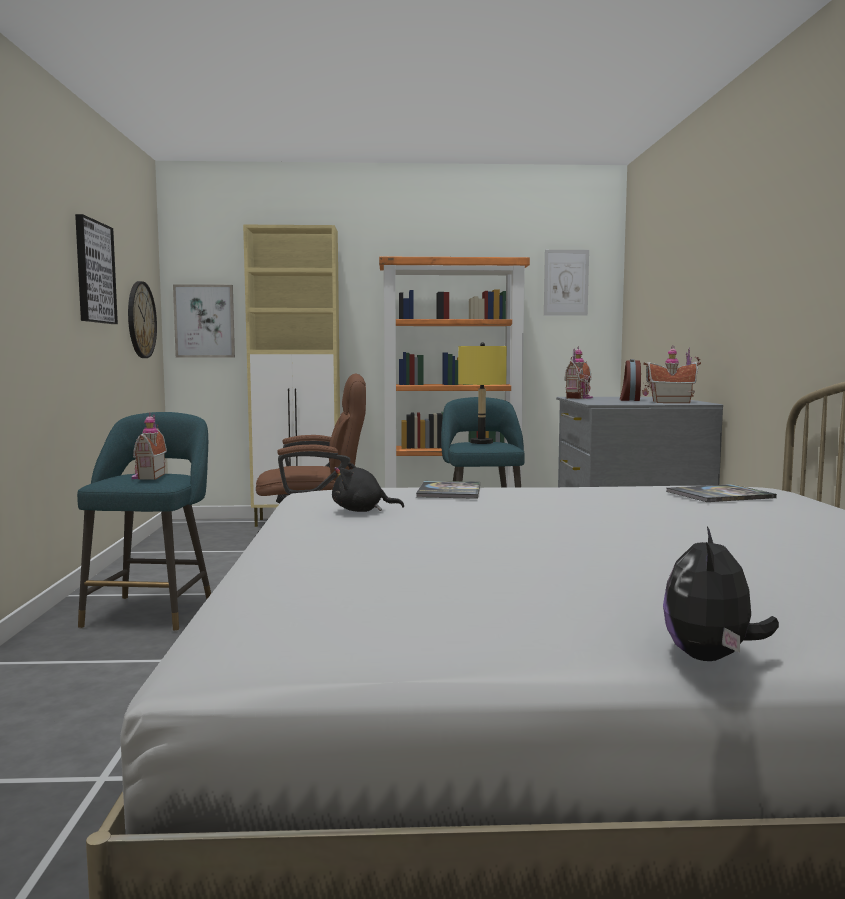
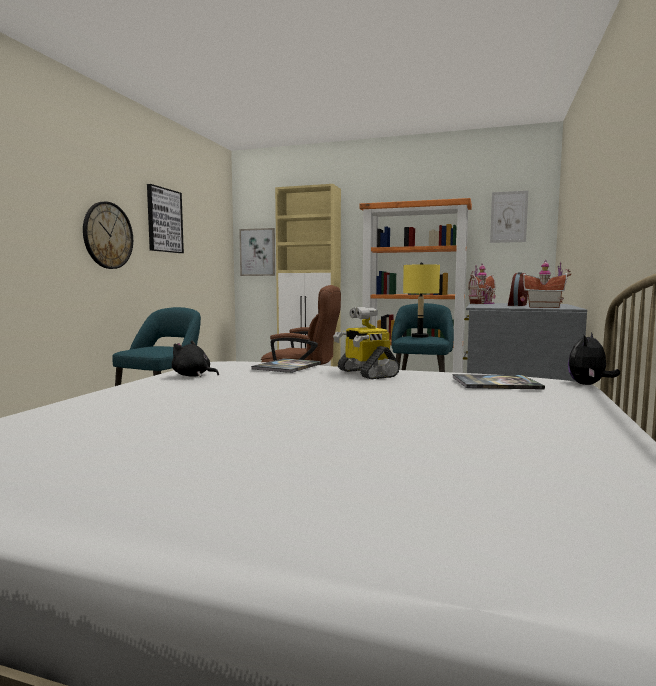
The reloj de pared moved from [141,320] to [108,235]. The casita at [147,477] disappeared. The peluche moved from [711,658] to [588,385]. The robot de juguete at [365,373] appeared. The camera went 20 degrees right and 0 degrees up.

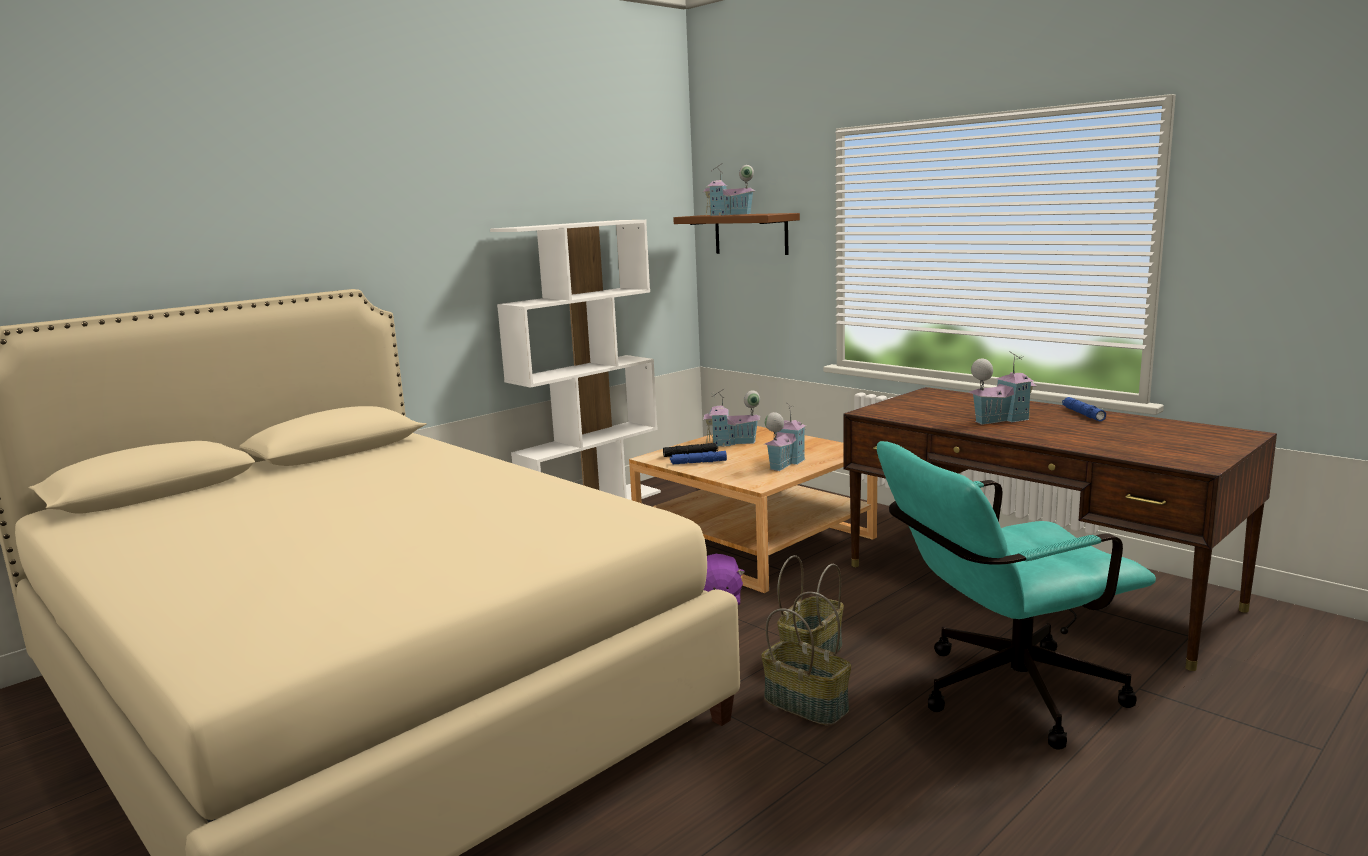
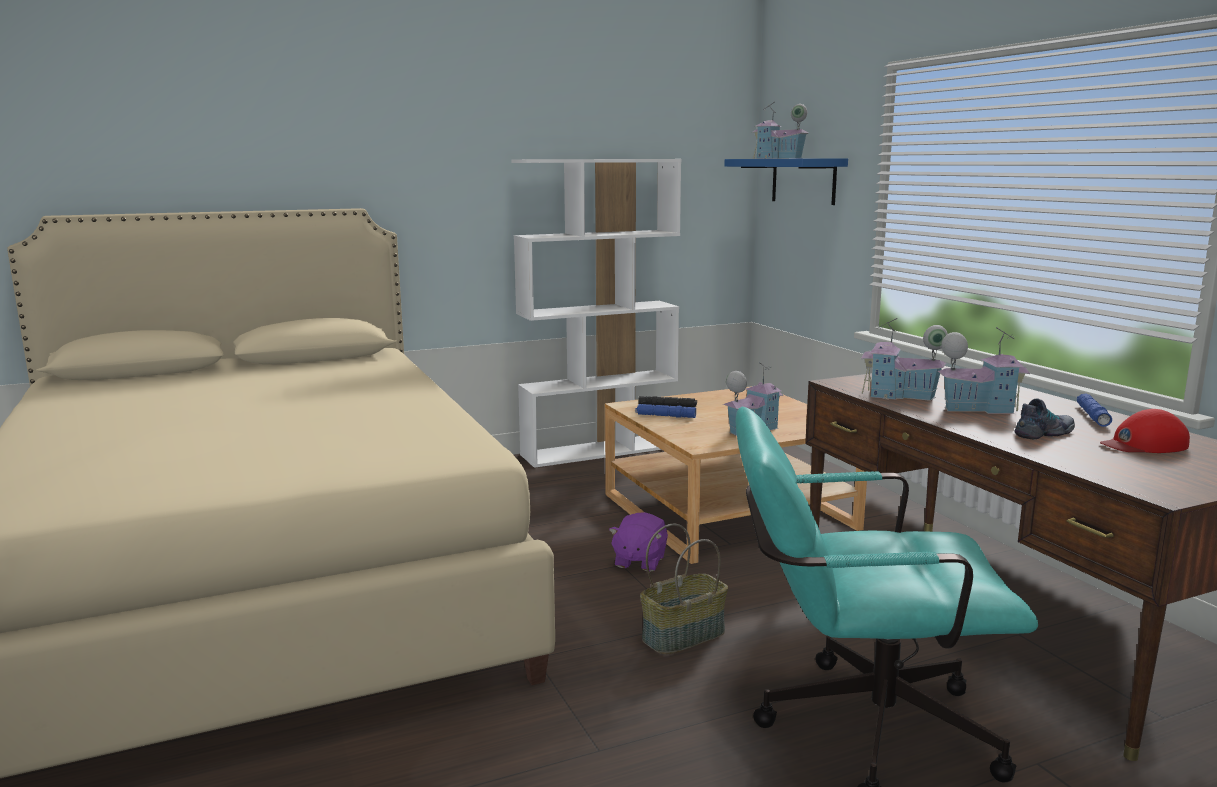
The estante (marrón) at [751,234] became the estante (azul) at [803,181]. The casita moved from [732,442] to [900,396]. The cesta at [807,704] disappeared. The zapato at [1045,433] appeared. The gorra (rojo) at [1143,445] appeared. The camera went 20 degrees right and 0 degrees up.

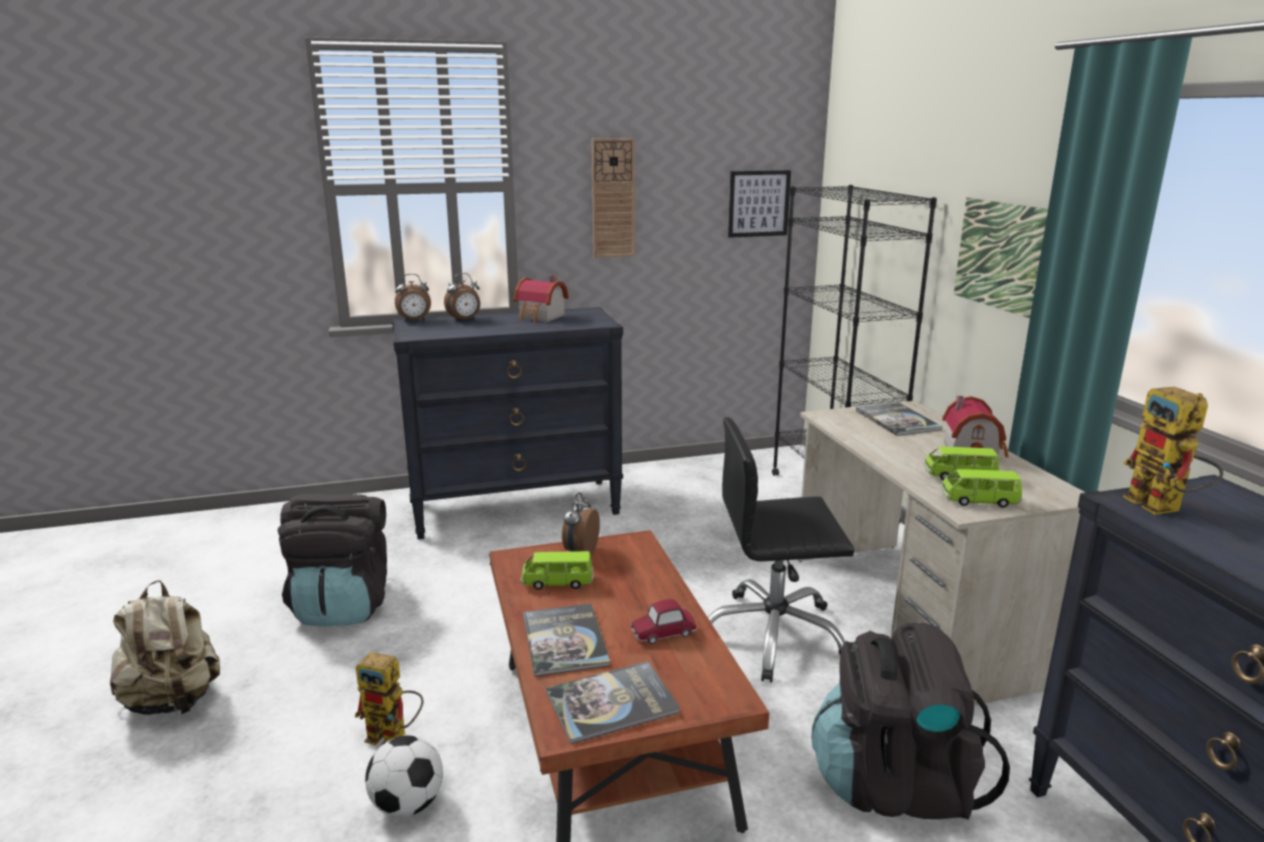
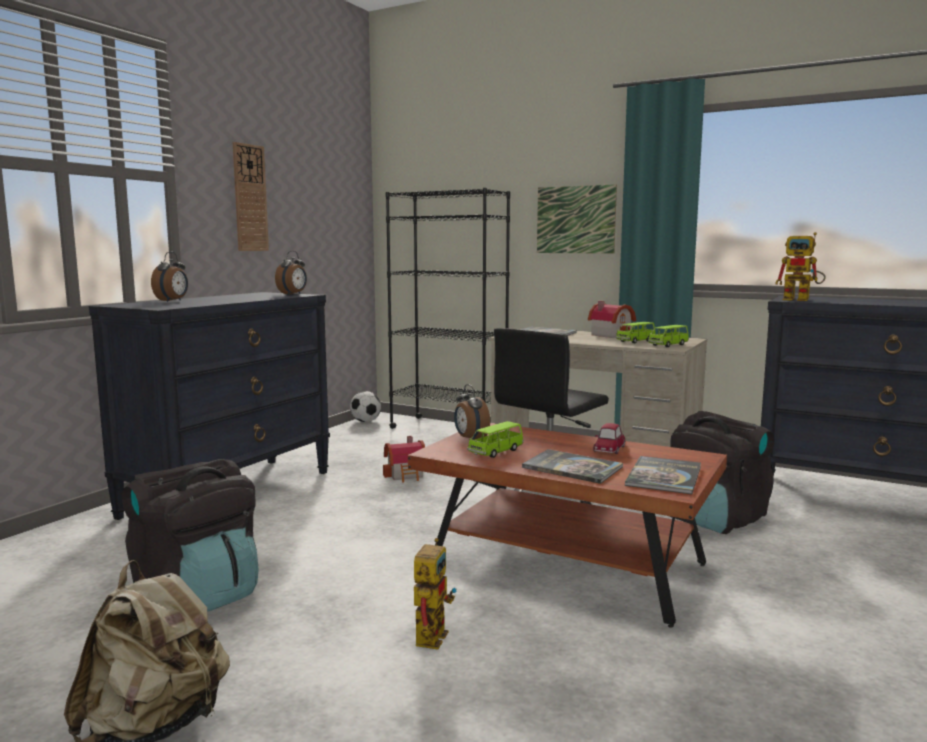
The robot de juguete at [395,736] turned 45 degrees counterclockwise. The balón de fútbol moved from [408,805] to [366,421]. The despertador moved from [414,321] to [293,294]. The casita moved from [541,317] to [407,475]. The cuadro at [758,203] disappeared. The camera went 45 degrees left and 10 degrees down.

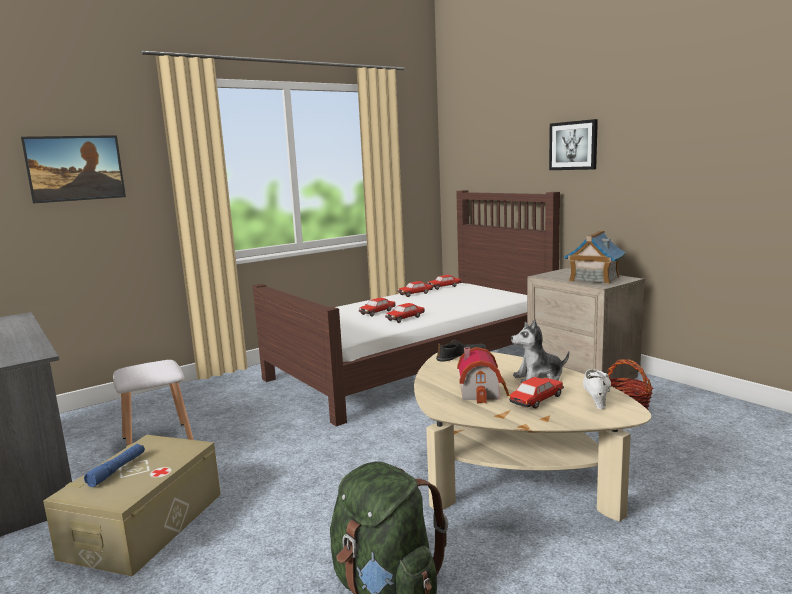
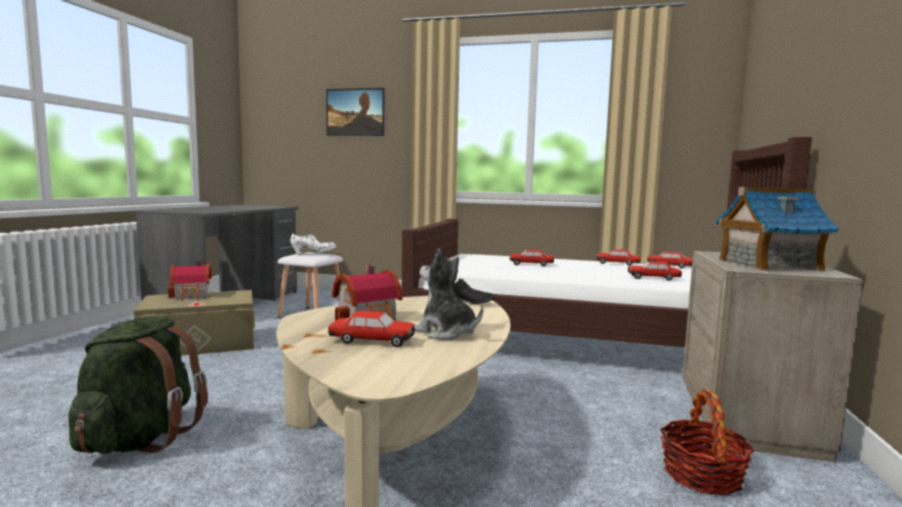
The linterna (azul) at [117,470] was replaced by the casita at [193,296]. The coche de juguete moved from [405,318] to [653,278]. The cuadro at [573,145] disappeared. The zapato (blanco) moved from [596,398] to [314,254]. The camera went 50 degrees right and 5 degrees down.

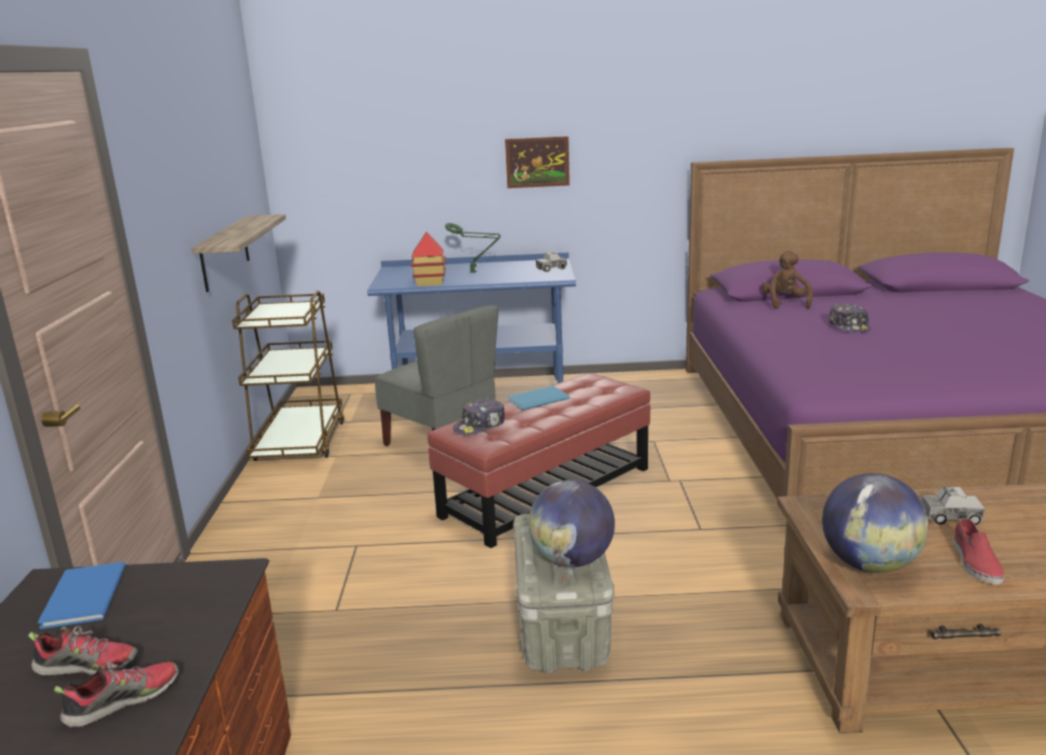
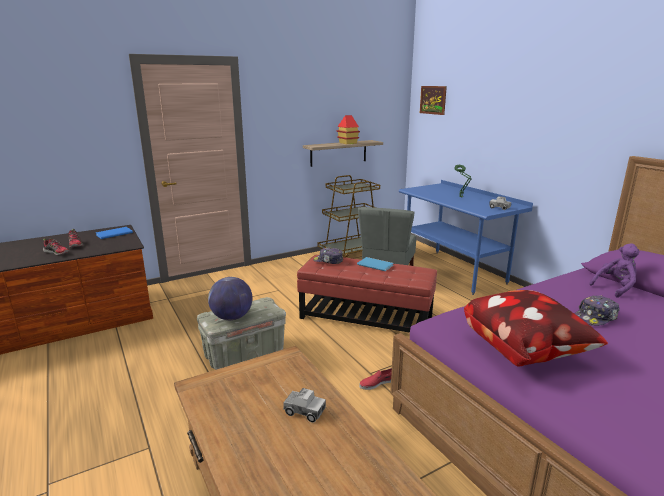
The casita moved from [430,283] to [347,143]. The cuadro moved from [537,162] to [433,100]. The peluche (marrón) at [785,303] became the peluche (morado) at [615,287]. The globo terráqueo at [869,564] disappeared. The camión de juguete at [950,517] turned 45 degrees counterclockwise. The zapato (rojo) moved from [975,562] to [377,383]. The cojín at [524,350] appeared. The camera went 60 degrees right and 0 degrees up.

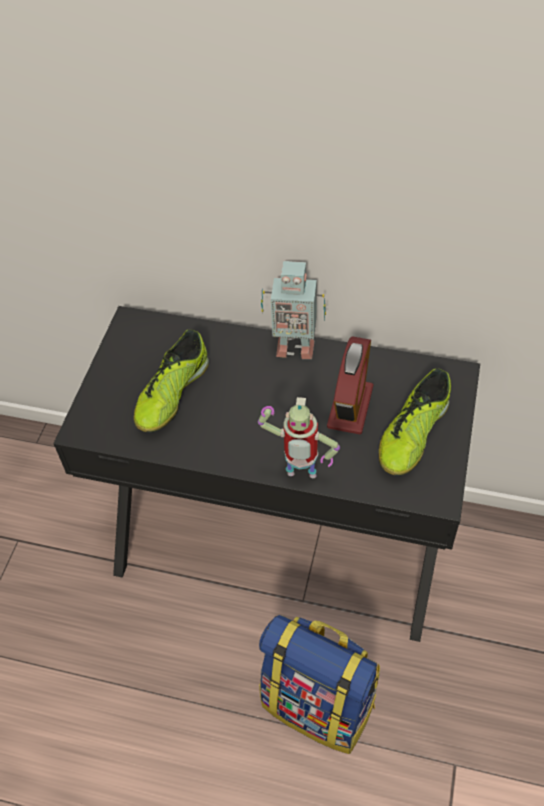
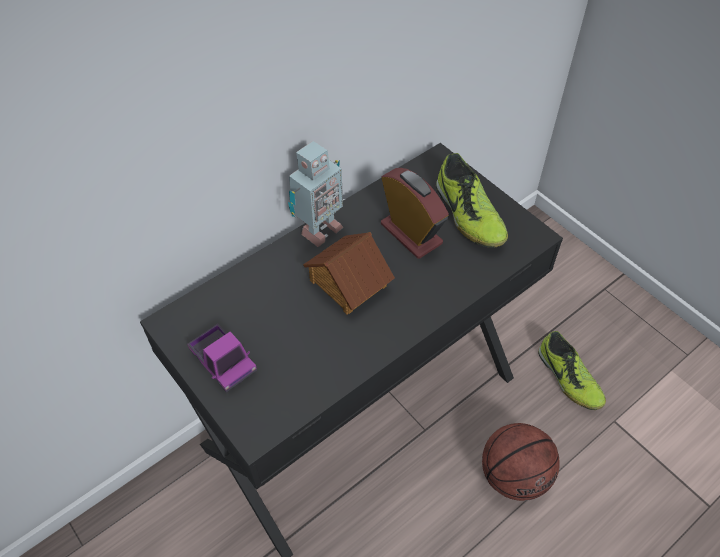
The zapato moved from [172,394] to [568,378]. The robot de juguete at [300,478] disappeared. The mochila at [319,703] was replaced by the balón de baloncesto at [514,475]. The camión de juguete at [223,362] appeared. The casita at [347,283] appeared. The camera went 55 degrees left and 0 degrees up.

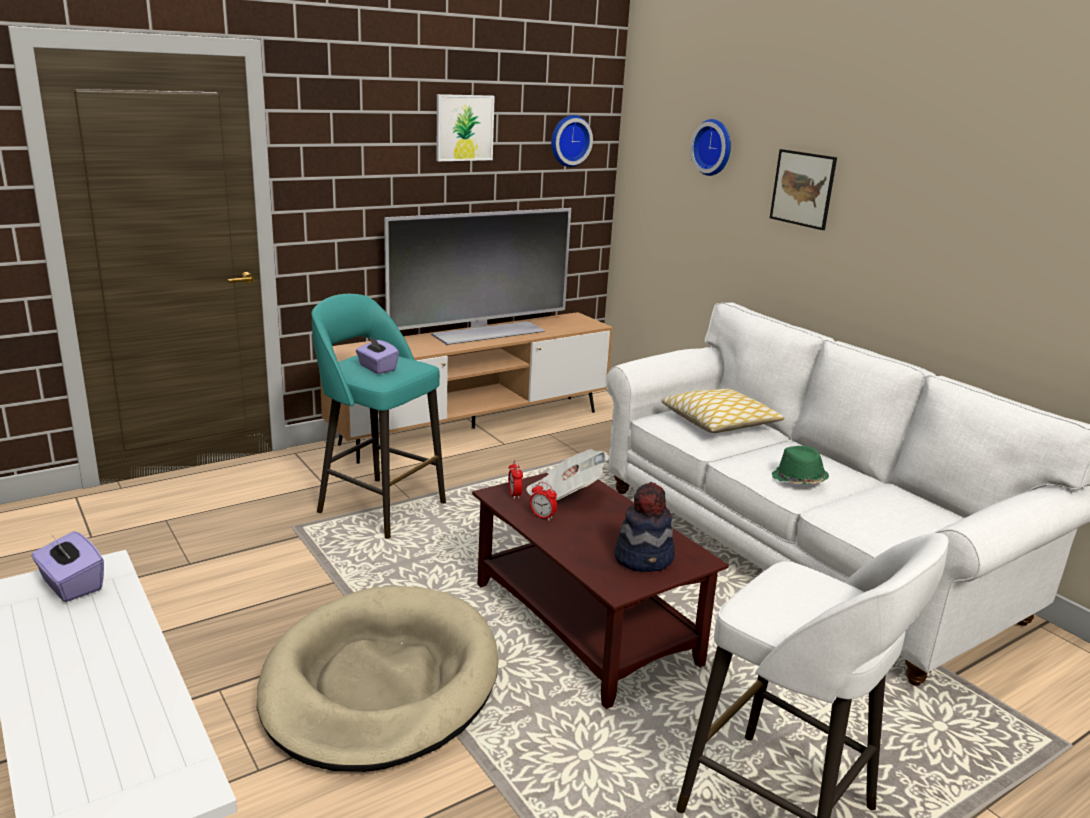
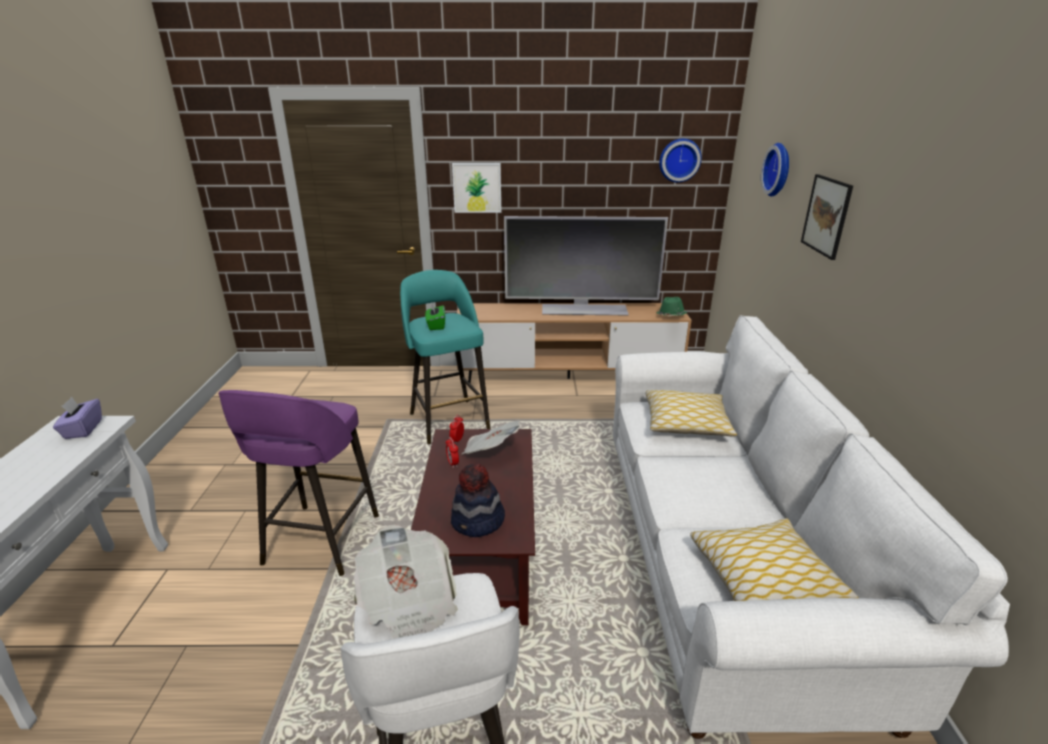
The cama para perro (beis) at [381,683] was replaced by the taburete (morado) at [320,542]. The caja de pañuelos (morado) at [377,368] became the caja de pañuelos (verde) at [436,325]. The cuadro moved from [464,128] to [477,187]. The sombrero (verde) moved from [798,480] to [670,316]. The periódico at [408,605] appeared. The cojín at [764,578] appeared. The camera went 35 degrees right and 5 degrees up.

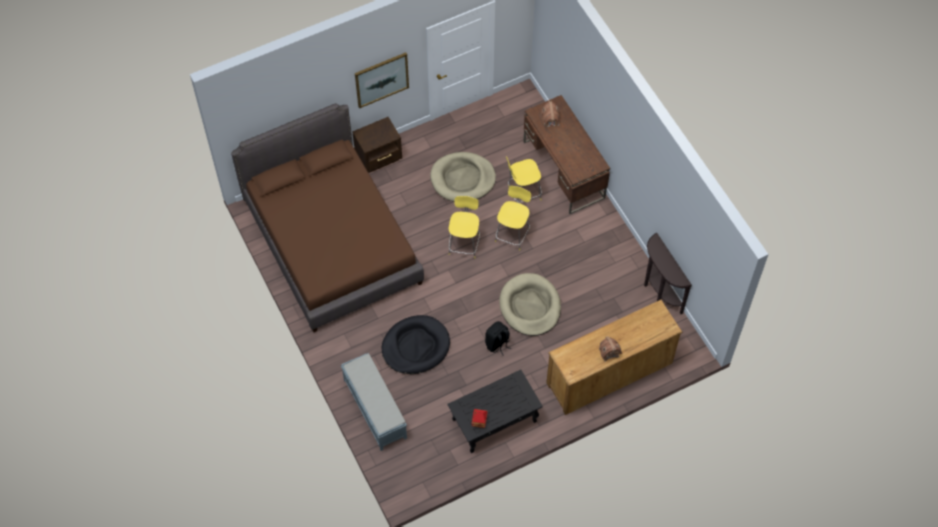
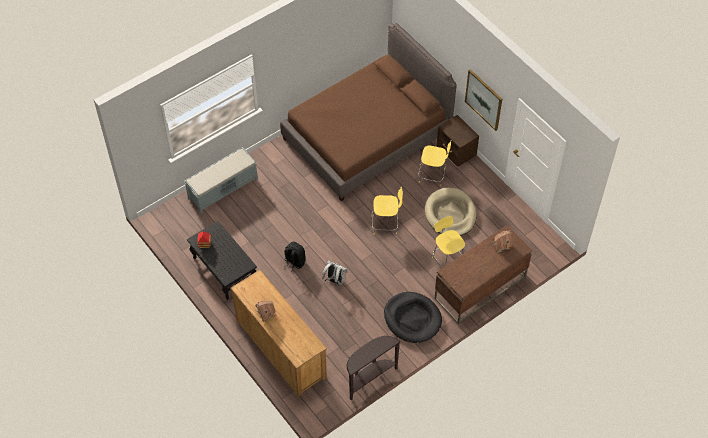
The cama para perro (negro) moved from [415,346] to [412,319]. The taburete (amarillo) moved from [512,234] to [433,176]. The cama para perro (beis) at [530,306] was replaced by the mochila (blanco) at [335,280]. The camera went 80 degrees right and 5 degrees down.

